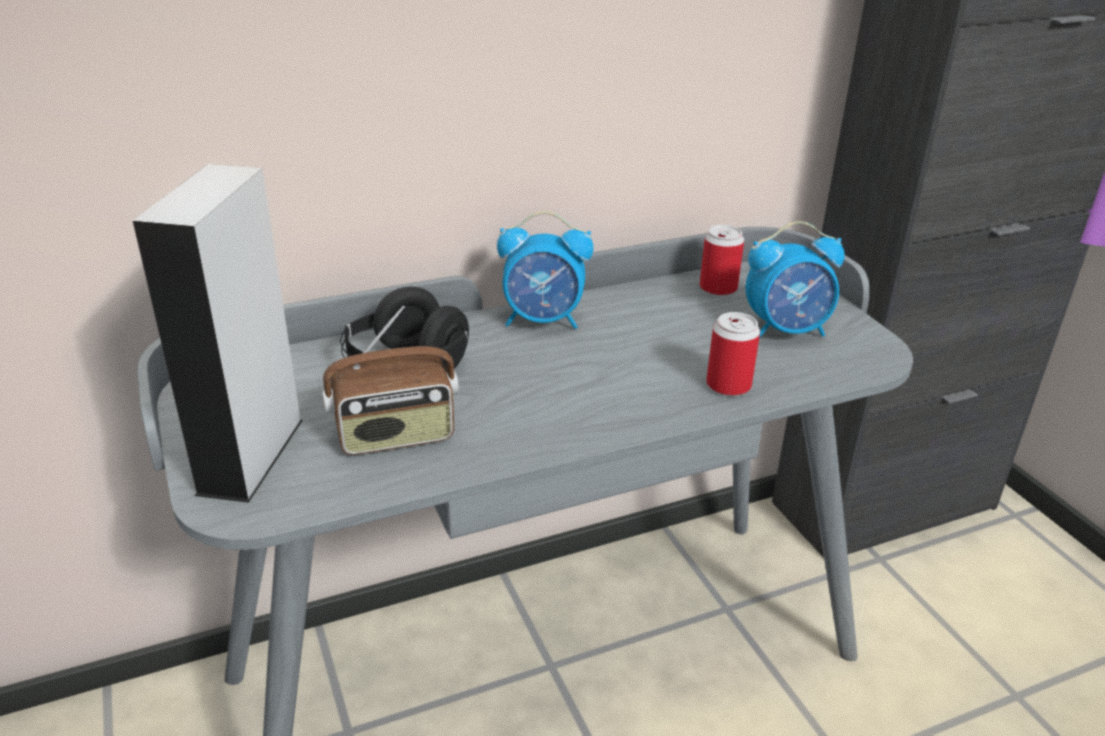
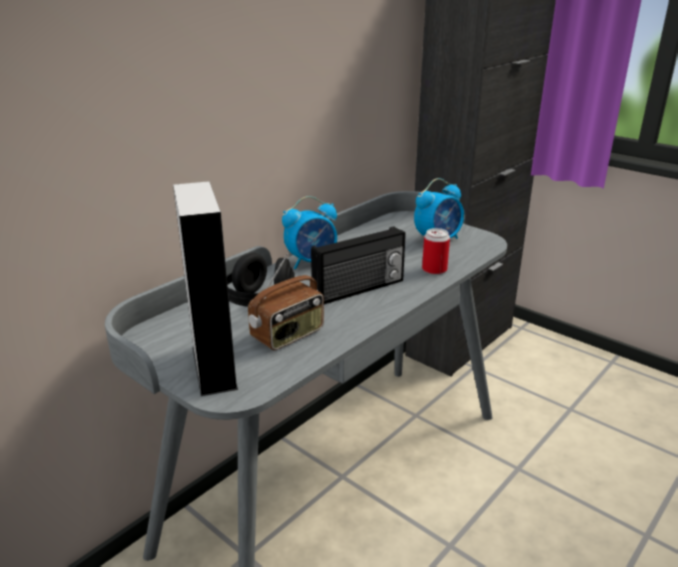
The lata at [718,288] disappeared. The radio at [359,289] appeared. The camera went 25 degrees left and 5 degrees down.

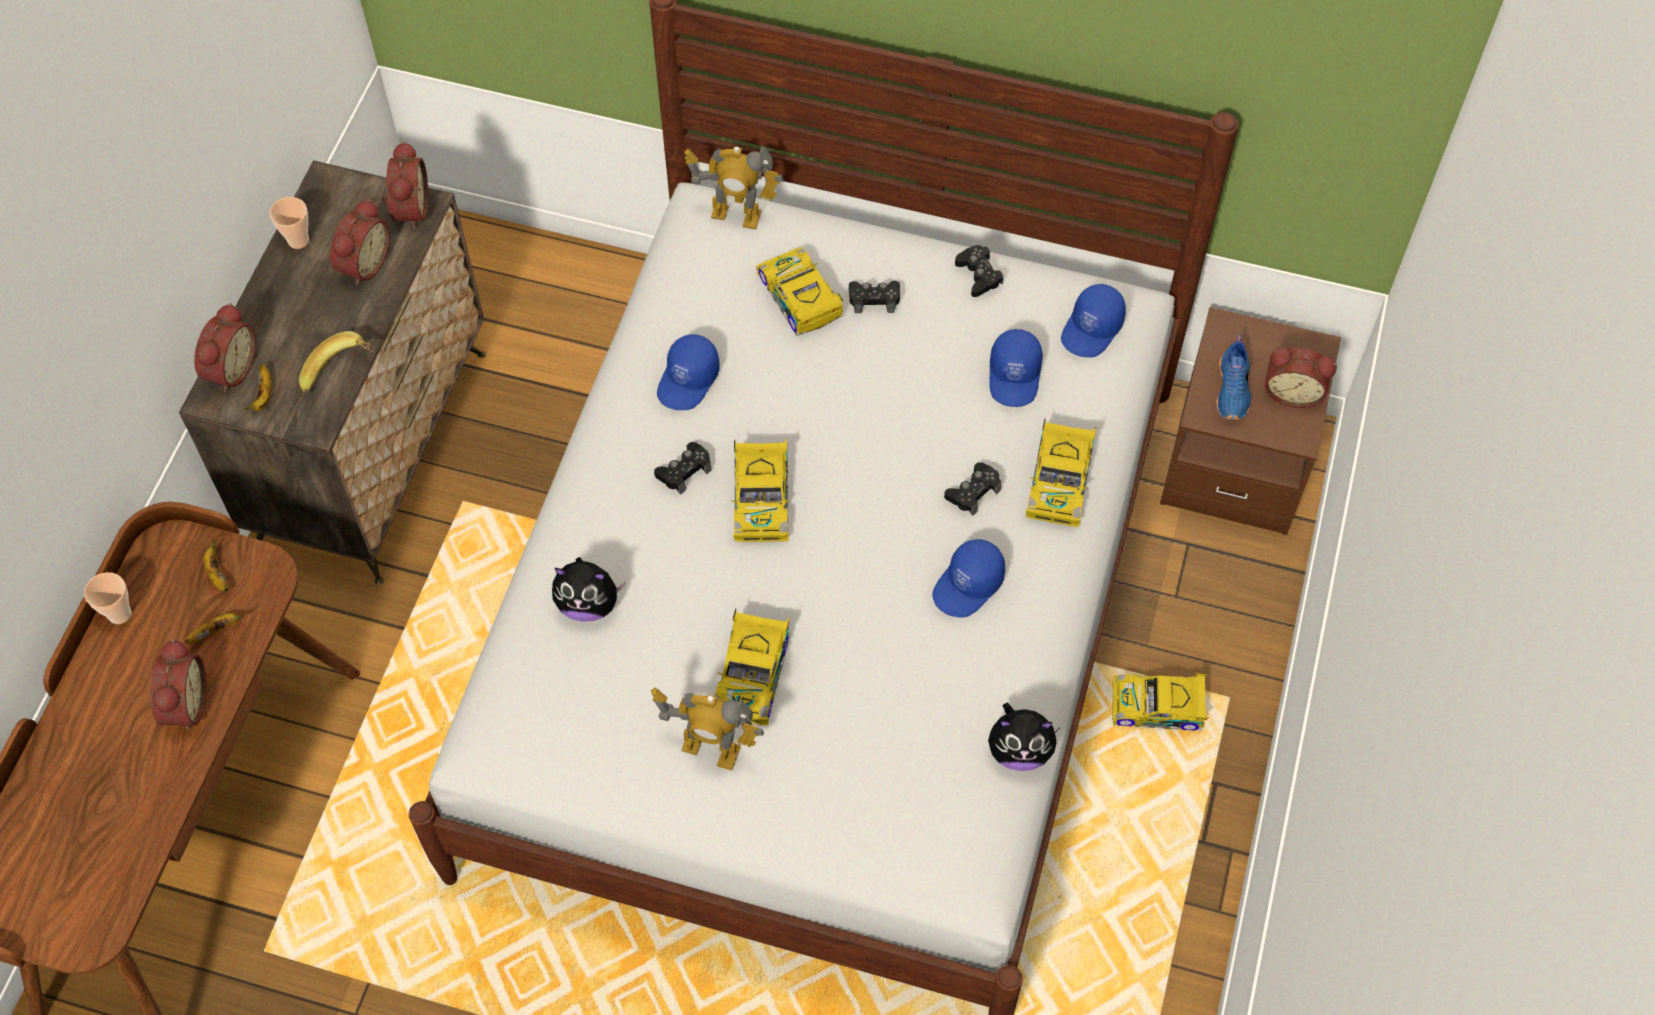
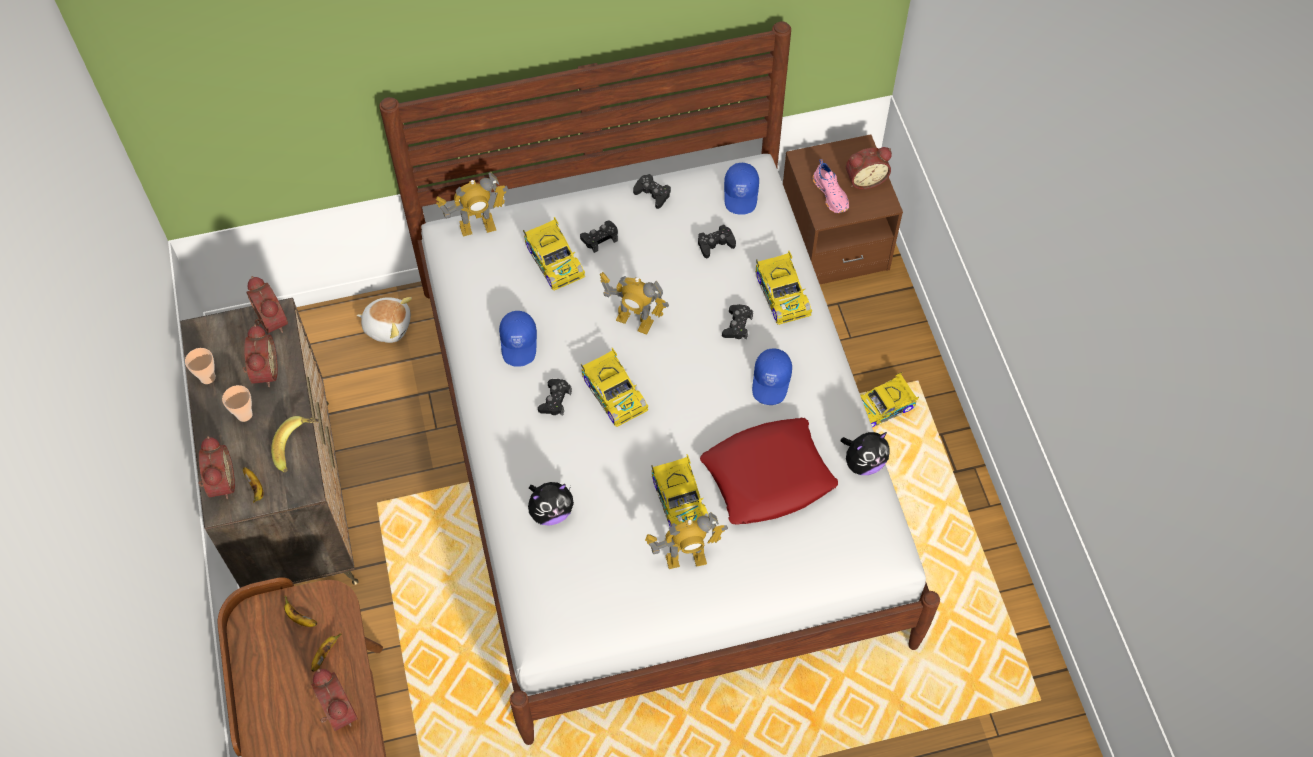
The taza moved from [120,614] to [244,414]. The coche de juguete at [800,298] turned 150 degrees counterclockwise. The gorra (azul) at [1015,376] was replaced by the mando de consola (negro) at [715,244]. The zapato (azul) at [1233,390] became the zapato (rosa) at [831,194]. The peluche at [387,326] appeared. The robot de juguete at [634,321] appeared. The cojín (rojo) at [768,476] appeared. The camera went 30 degrees left and 0 degrees up.

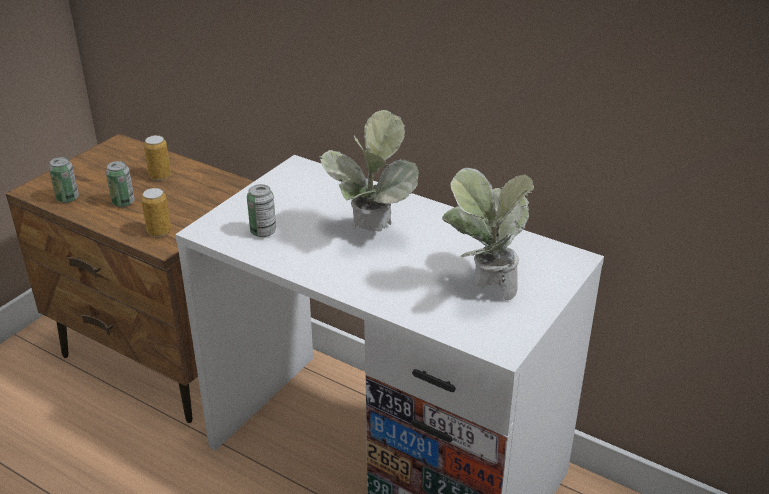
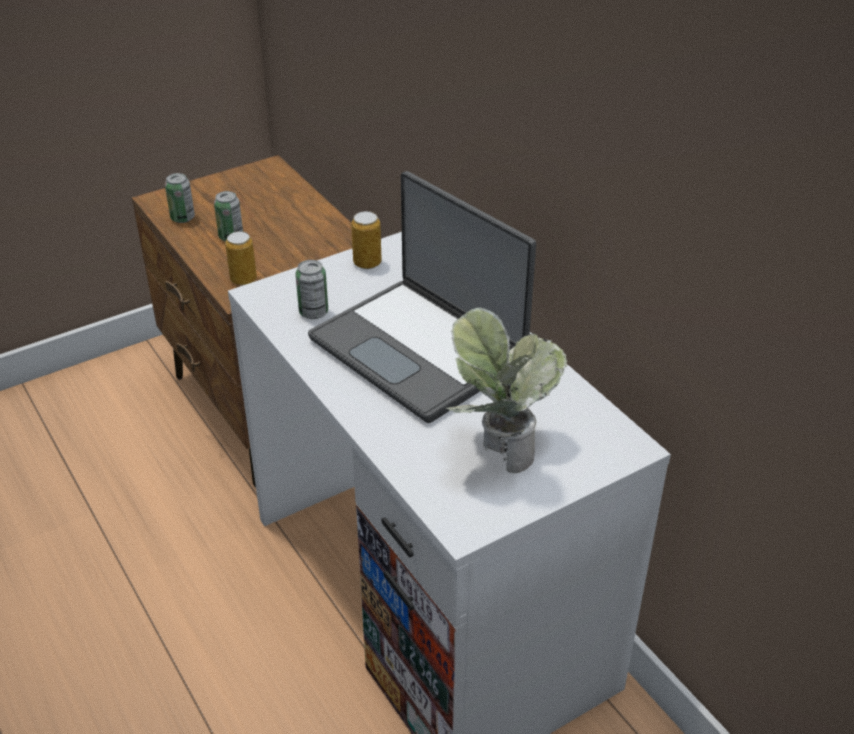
The lata moved from [160,176] to [367,263]. The planta en maceta at [370,236] was replaced by the portátil at [420,349]. The camera went 25 degrees right and 5 degrees up.

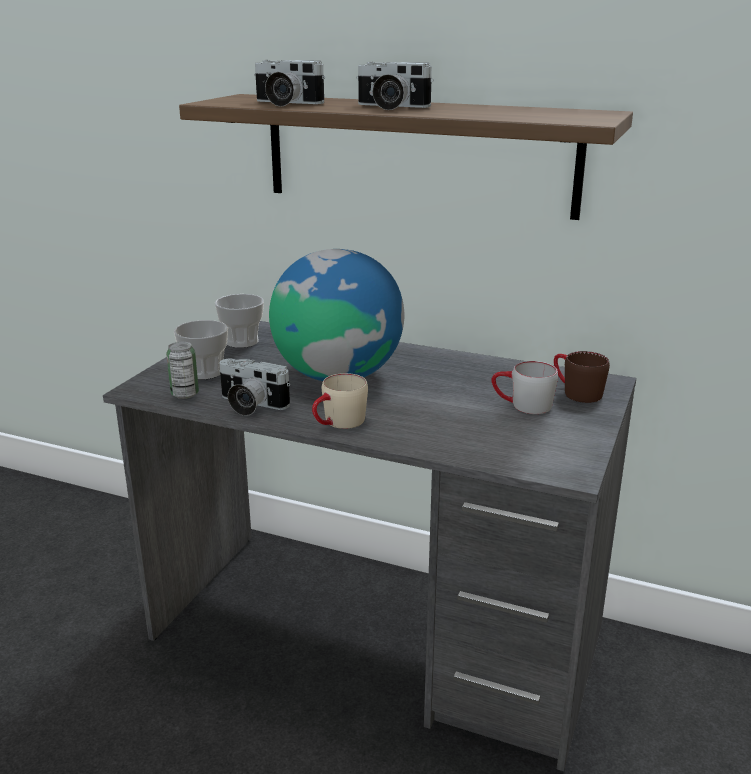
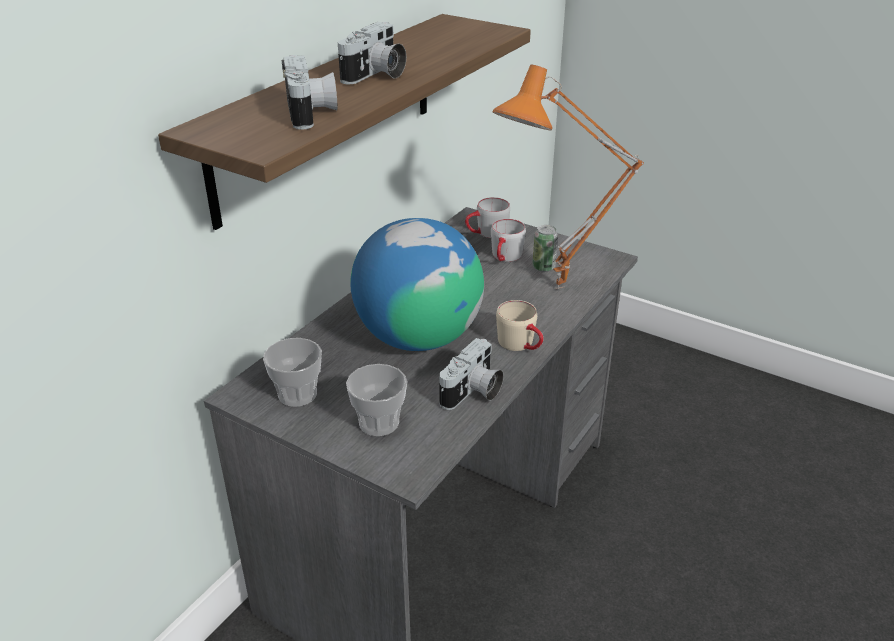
The lata moved from [185,394] to [543,267]. The cámara at [285,104] turned 45 degrees counterclockwise. The taza grande (marrón) at [575,392] became the taza grande (gris) at [486,233]. The lámpara de mesa (naranja) at [561,290] appeared. The camera went 80 degrees left and 10 degrees up.

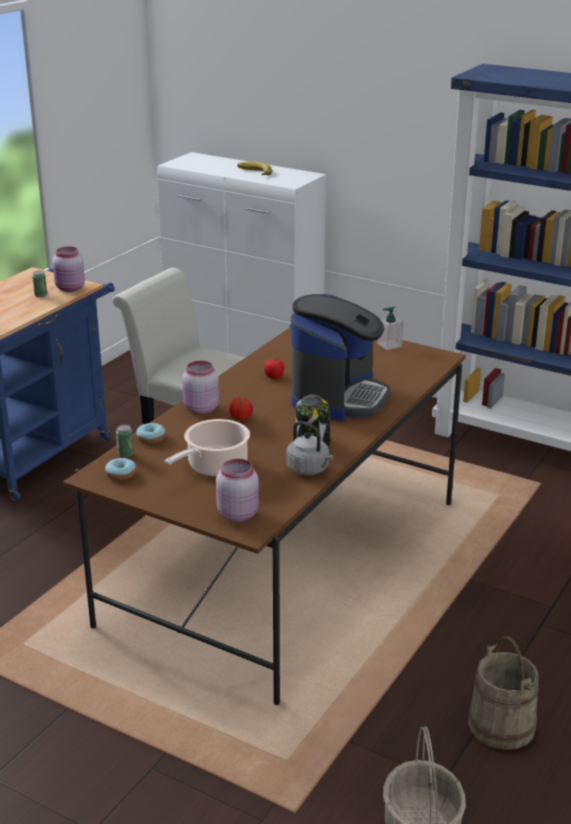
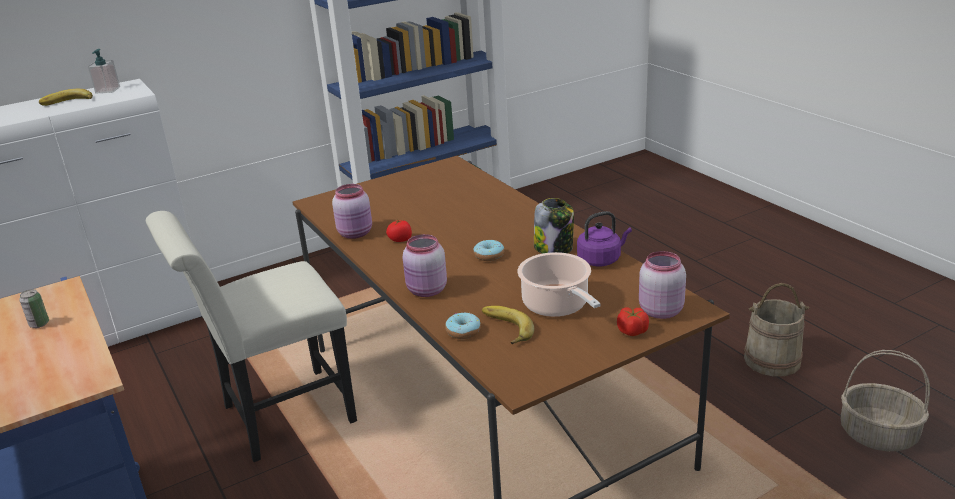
The tarro (rosa) moved from [70,288] to [356,233]. The rosquilla moved from [121,474] to [489,256]. The lata at [125,454] disappeared. The tomate moved from [241,417] to [632,331]. The hervidor (gris) at [309,469] became the hervidor (morado) at [601,259]. The cafetera at [338,398] disappeared. The dispensador de jabón moved from [389,345] to [107,90]. The plátano at [504,329] appeared. The camera went 60 degrees left and 0 degrees up.

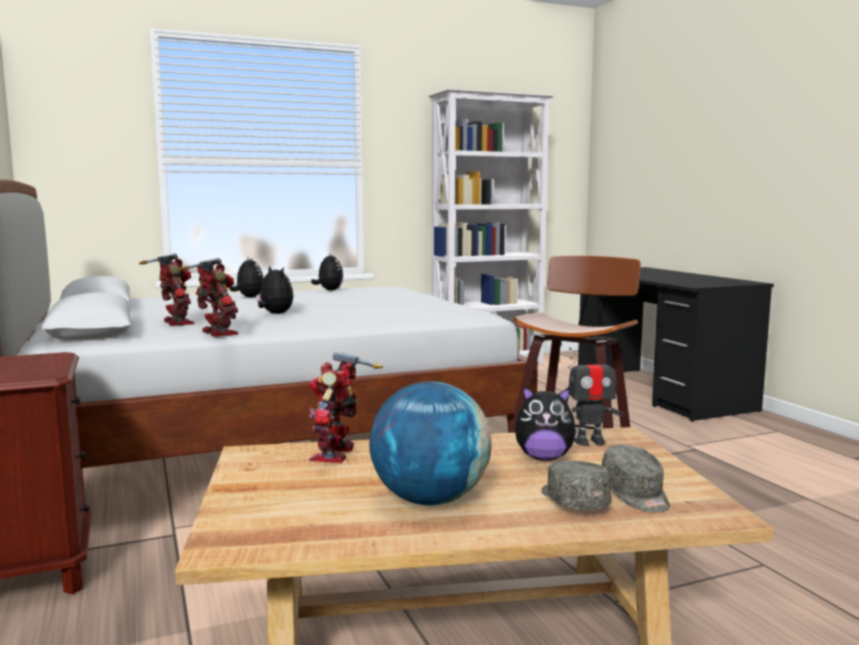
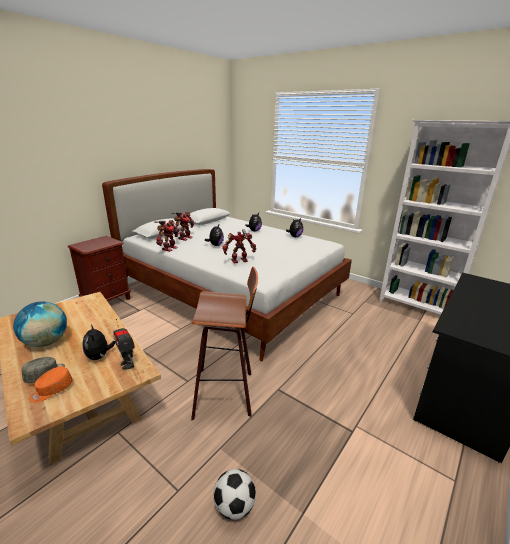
The robot de juguete moved from [336,454] to [239,261]. The gorra (gris) at [635,495] became the gorra (naranja) at [52,390]. The balón de fútbol at [234,506] appeared. The camera went 60 degrees right and 15 degrees up.

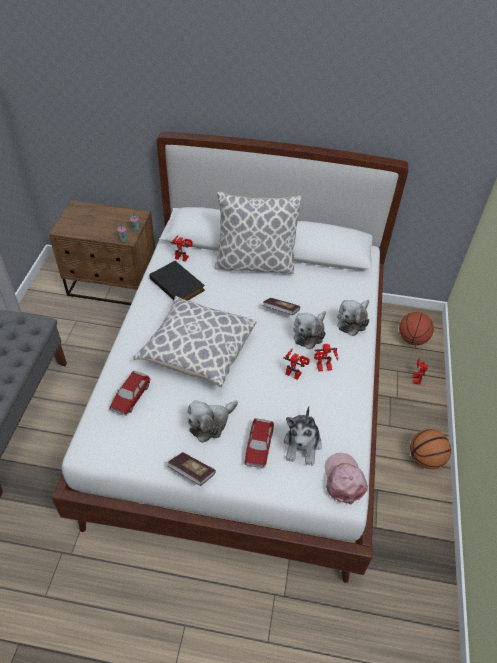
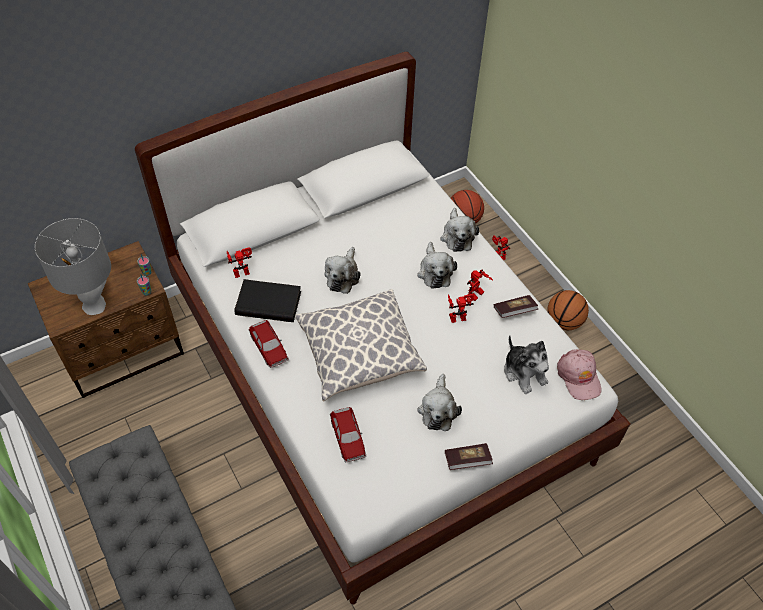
The cojín at [254,263] disappeared. The coche de juguete moved from [258,446] to [269,348]. The libro moved from [281,311] to [514,311]. The gorra (rosa) at [344,479] turned 150 degrees counterclockwise. The lámpara de mesa (gris) at [95,305] appeared. The peluche at [343,276] appeared. The camera went 40 degrees left and 5 degrees up.

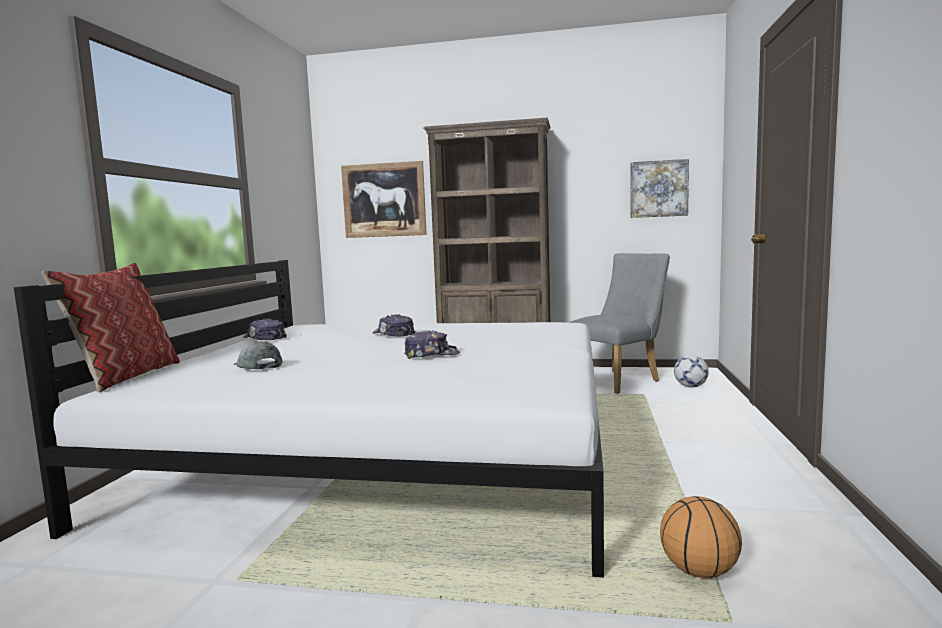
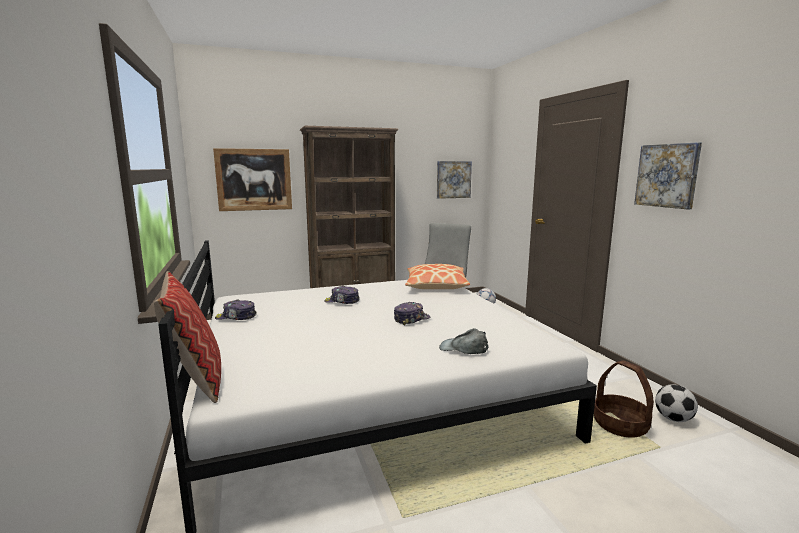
The gorra (gris) moved from [258,365] to [463,348]. The balón de baloncesto at [700,572] was replaced by the cesta at [620,425]. The cojín at [436,285] appeared. The cuadro at [667,175] appeared. The balón de fútbol at [673,419] appeared. The camera went 30 degrees left and 5 degrees up.

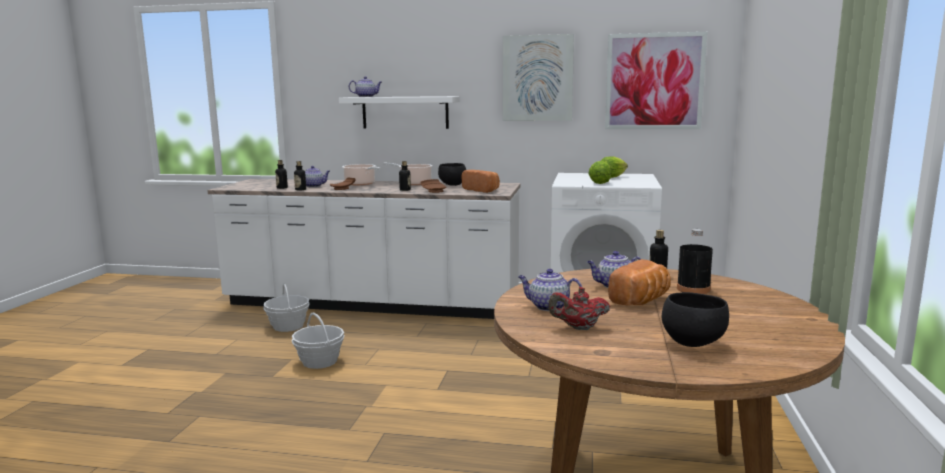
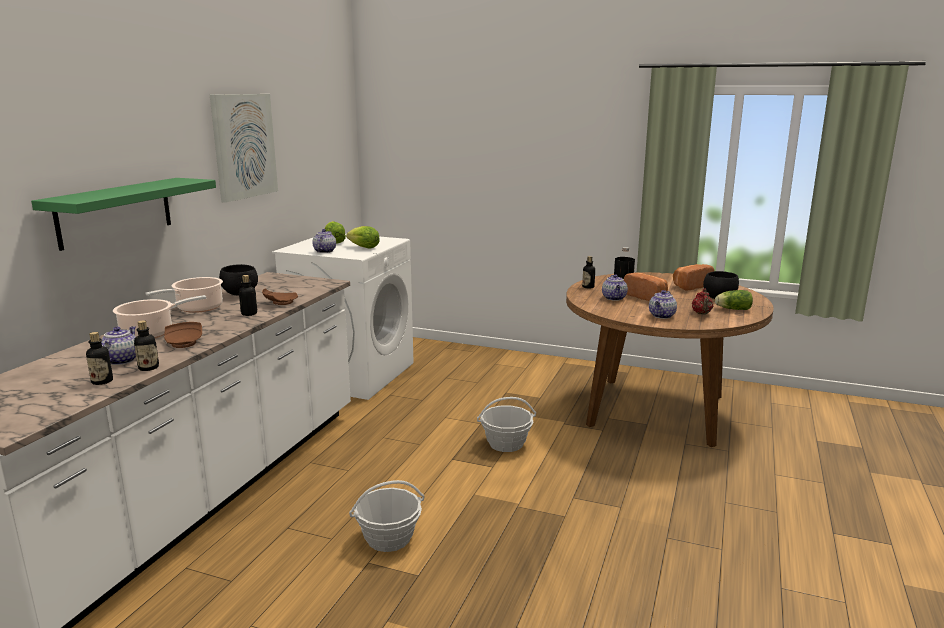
The cesta moved from [288,326] to [506,443]. The estante (blanco) at [405,112] became the estante (verde) at [115,212]. The tetera moved from [366,97] to [324,251]. The pan moved from [482,190] to [690,286]. The cuadro at [654,81] disappeared. The lechuga at [732,309] appeared. The camera went 80 degrees left and 5 degrees up.

